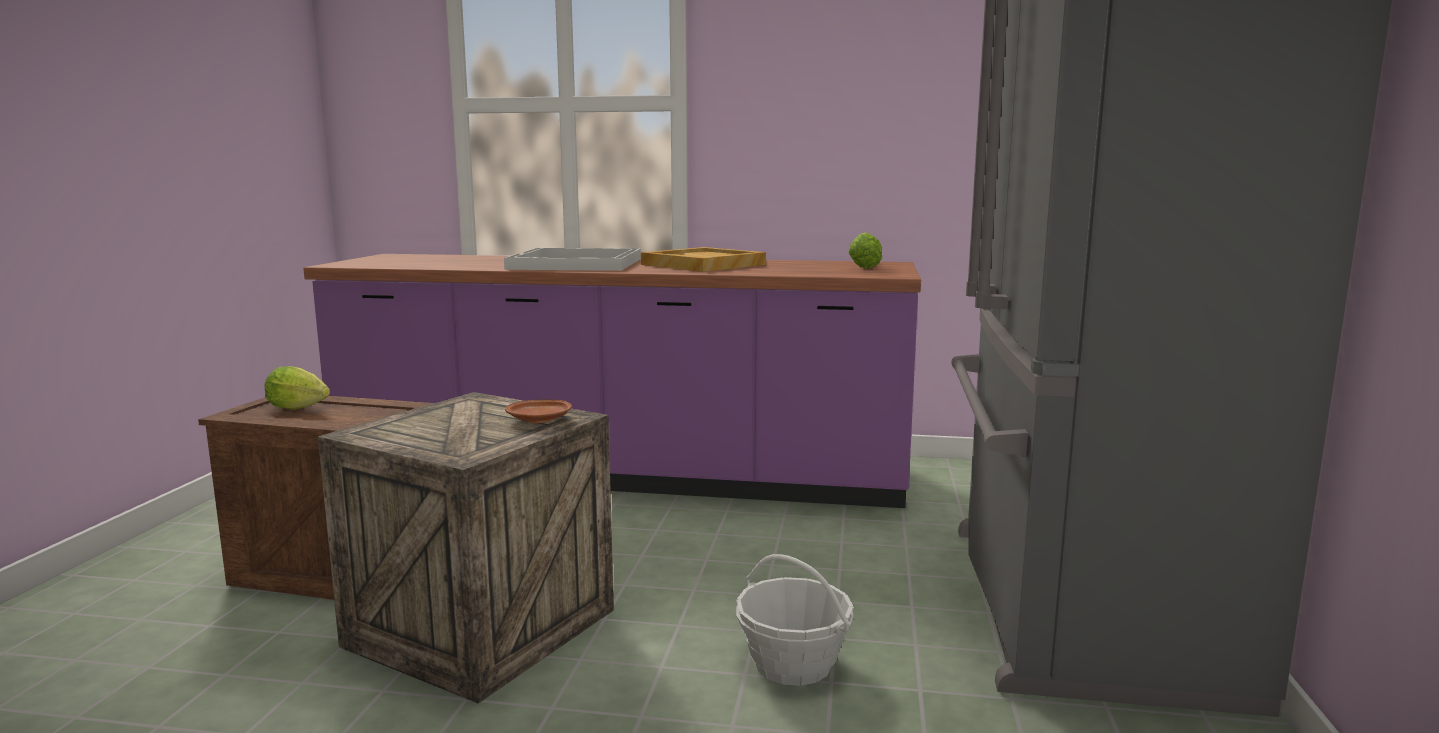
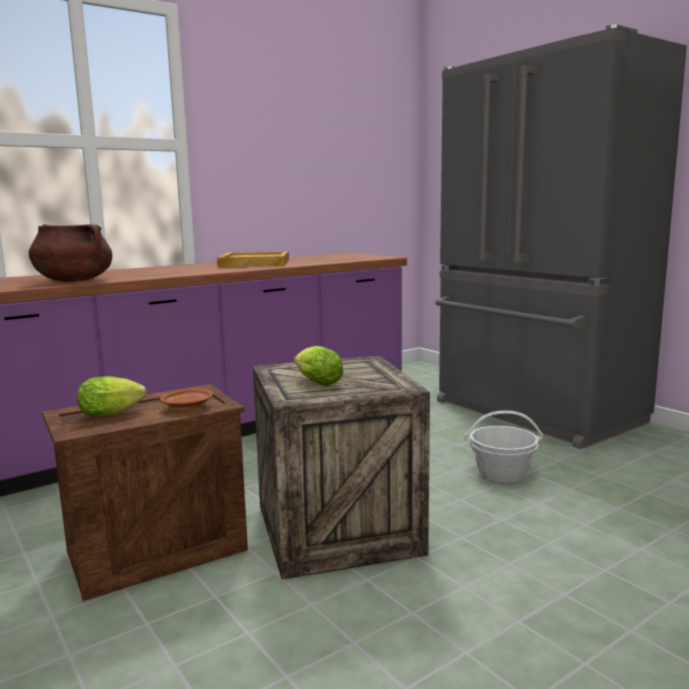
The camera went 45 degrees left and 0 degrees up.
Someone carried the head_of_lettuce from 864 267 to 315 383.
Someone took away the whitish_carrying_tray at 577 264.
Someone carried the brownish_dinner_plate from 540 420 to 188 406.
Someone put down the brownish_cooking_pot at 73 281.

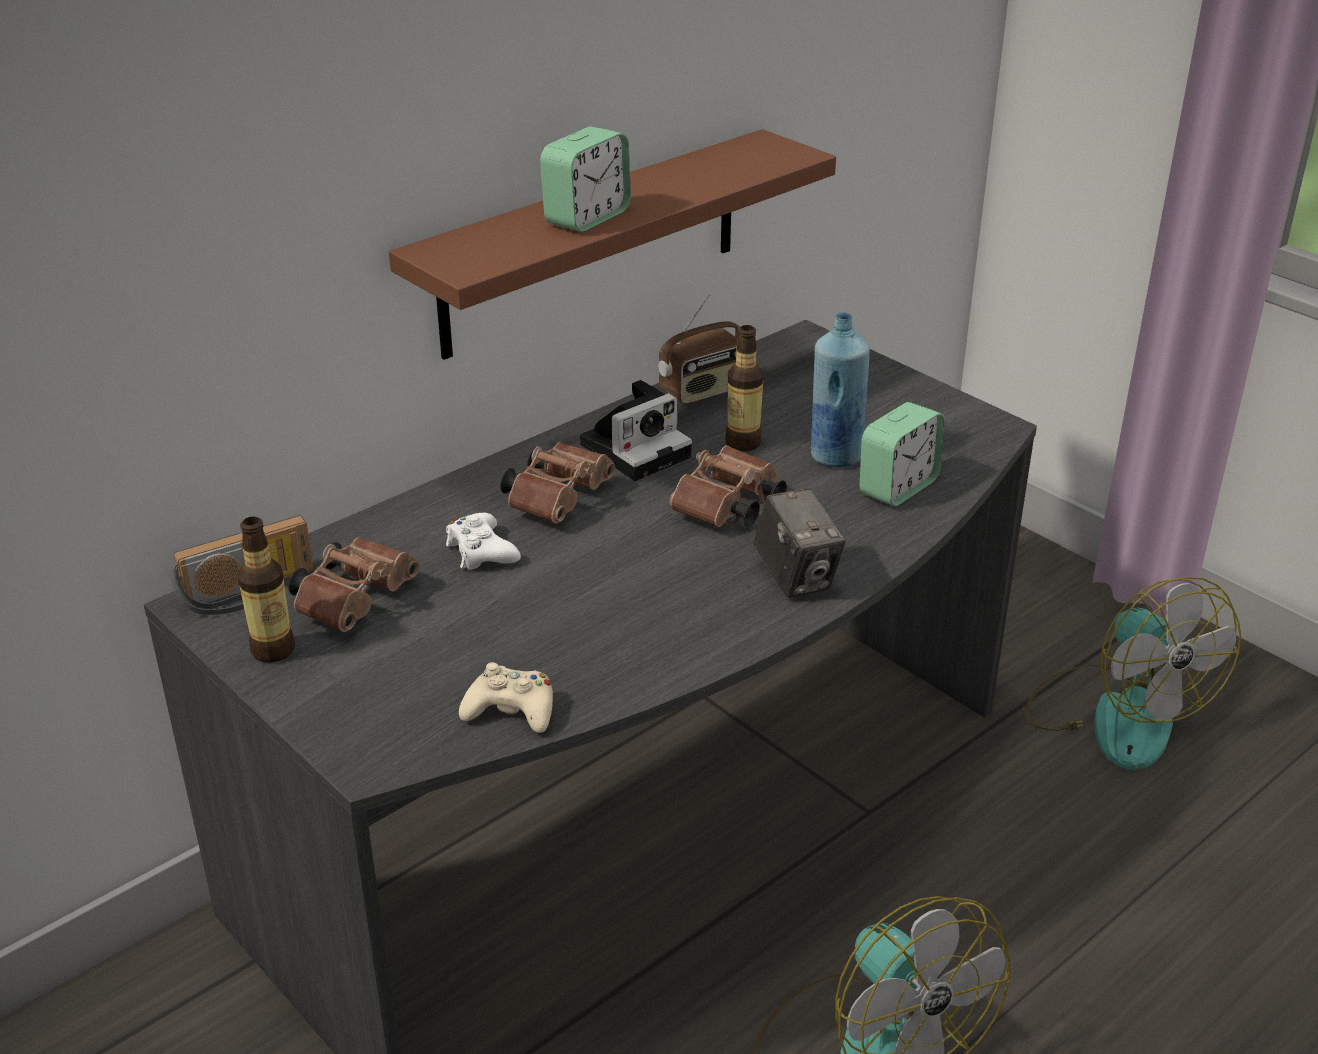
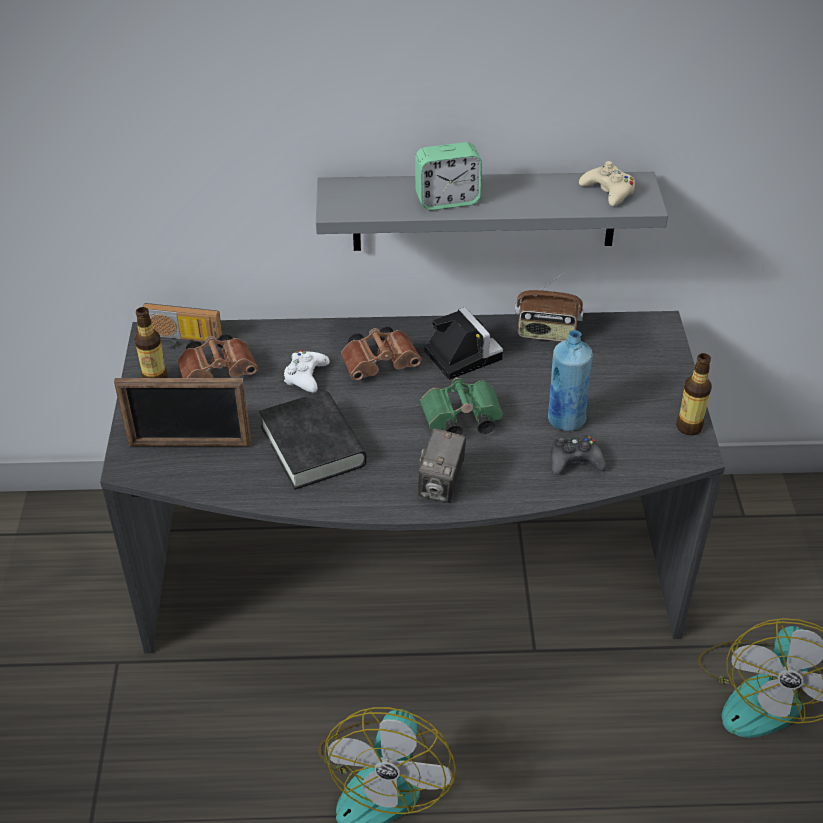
The camera went 40 degrees right and 10 degrees up.
Someone repainted the brownish_bracket_shelf at 592 243, which became the gray_bracket_shelf at 484 211.
Someone carried the beverage_bottle from 743 443 to 689 427.
Someone rotated the still_camera at 637 448 by 120 degrees counterclockwise.
Someone swapped the alarm_clock at 898 487 for the black_gamepad at 575 461.
Someone repainted the brownish_binoculars at 727 509, which became the greenish_binoculars at 459 421.
Someone carried the beige-coloured_gamepad from 511 710 to 608 191.
Someone put down the standing_frame at 189 445.
Someone put down the black_volume at 313 446.

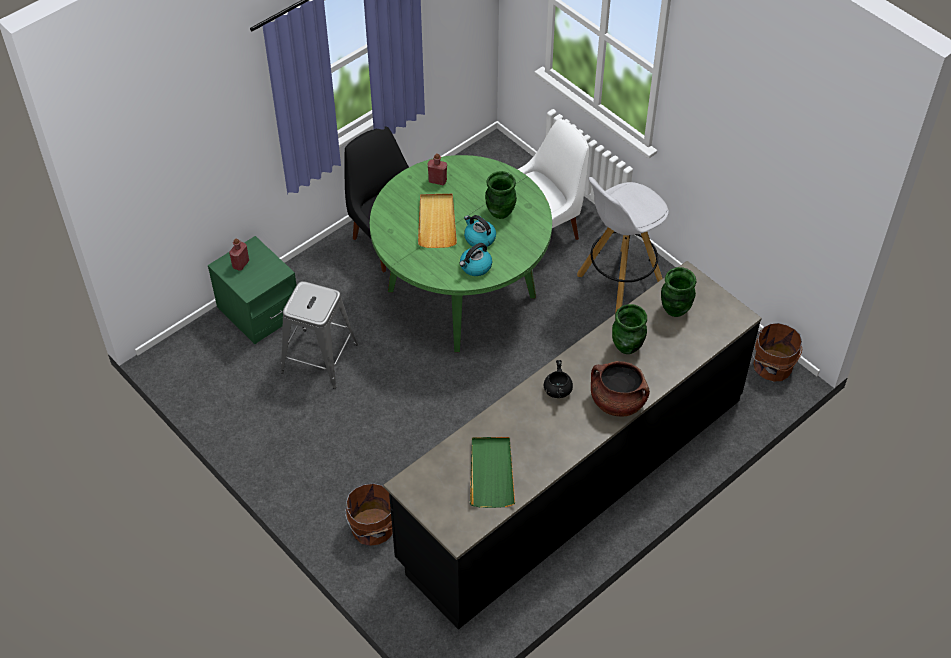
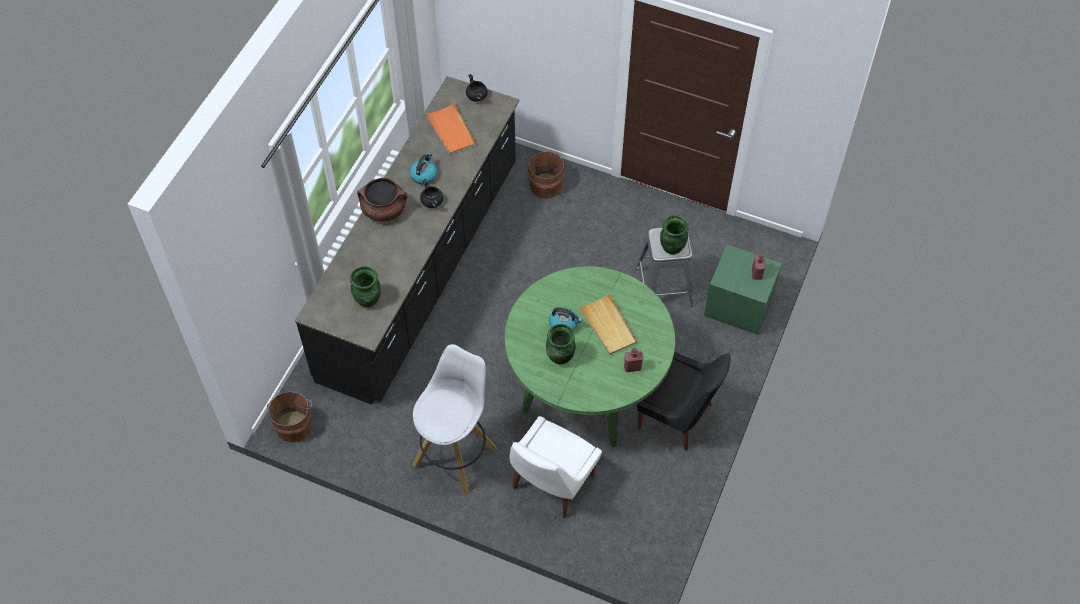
The camera went 155 degrees right and 5 degrees up.
Someone carried the tea_kettle from 475 267 to 423 175.
Someone carried the greenish_flower_vase from 627 346 to 671 248.
Someone repainted the greenish_carrying_tray at 491 473, which became the orange-coloured_carrying_tray at 451 130.
Someone put down the black_cooking_pot at 477 96.

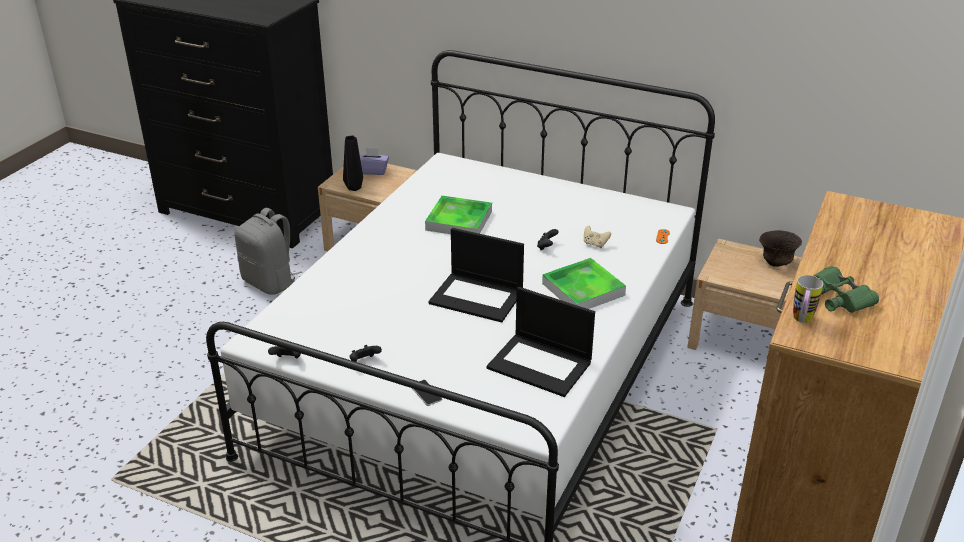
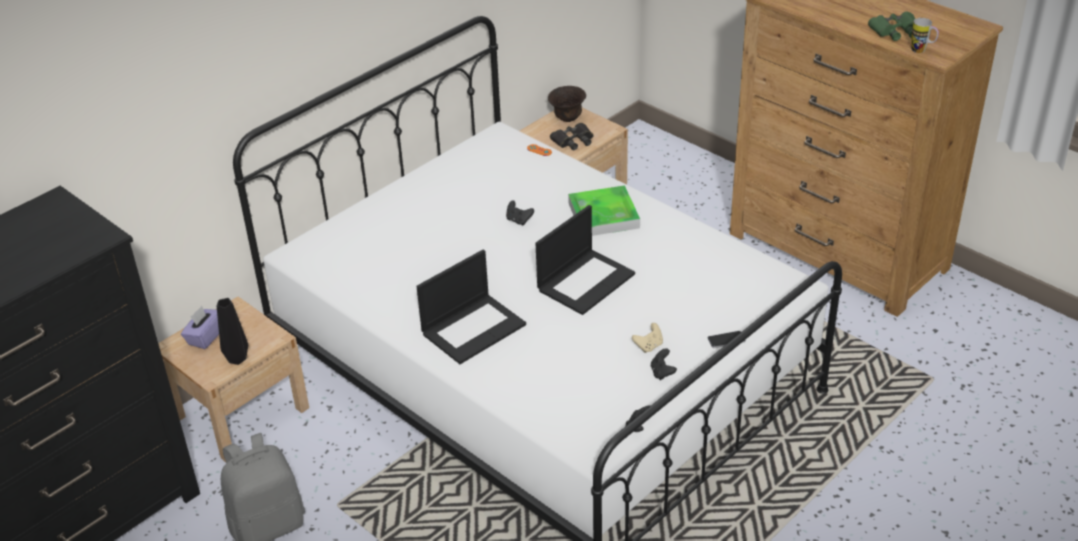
The camera went 70 degrees left and 5 degrees up.
Someone took away the carrying_tray at 459 220.
Someone carried the beige-coloured_gamepad from 595 244 to 648 346.
Someone carried the laptop from 541 365 to 474 328.
Someone put down the black_binoculars at 573 140.

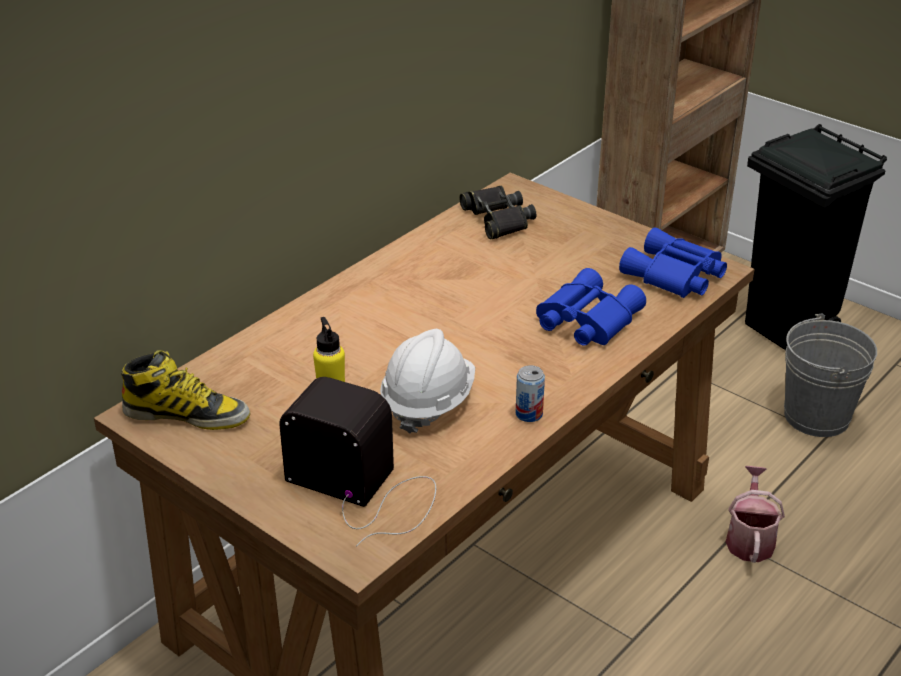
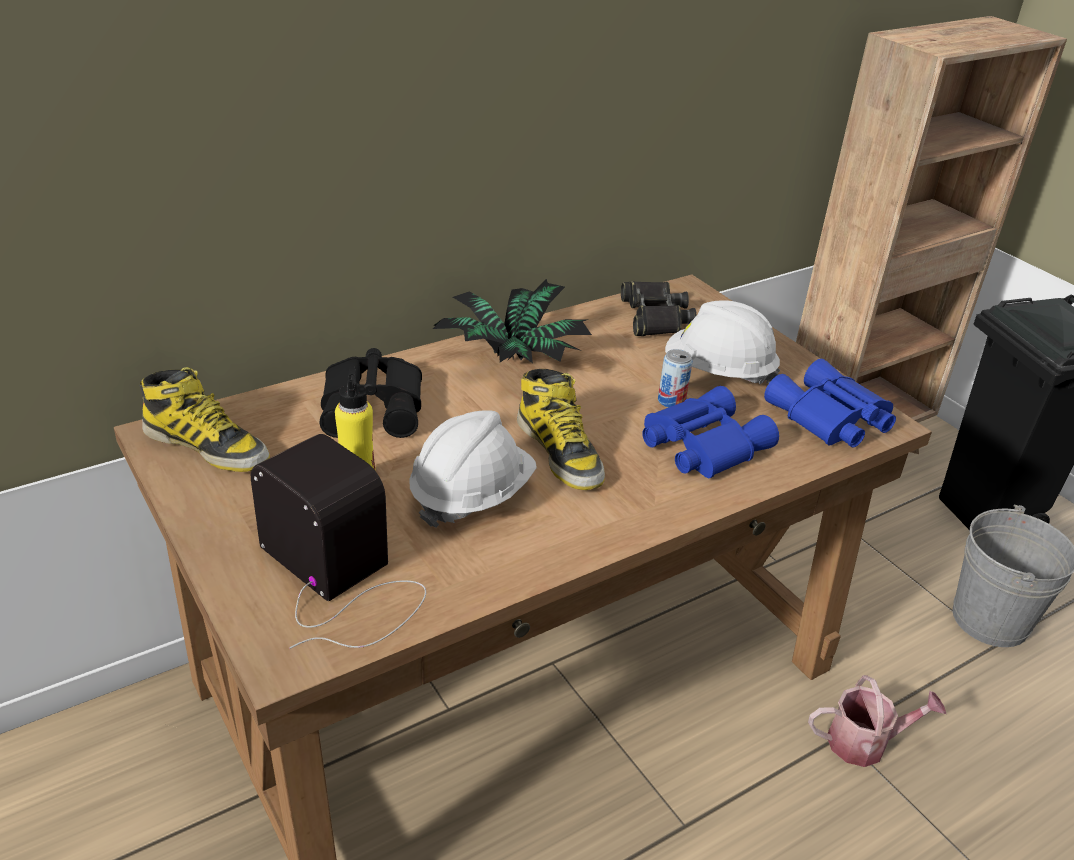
The camera went 15 degrees right and 0 degrees up.
Someone carried the metal_can from 529 414 to 671 401.
Someone rotated the watering_pot at 750 538 by 60 degrees clockwise.
Someone put down the potted_plant at 511 360.
Someone put down the whitish_hard_hat at 718 373.
Someone put down the black_binoculars at 375 406.
Someone put down the tall_boot at 560 452.

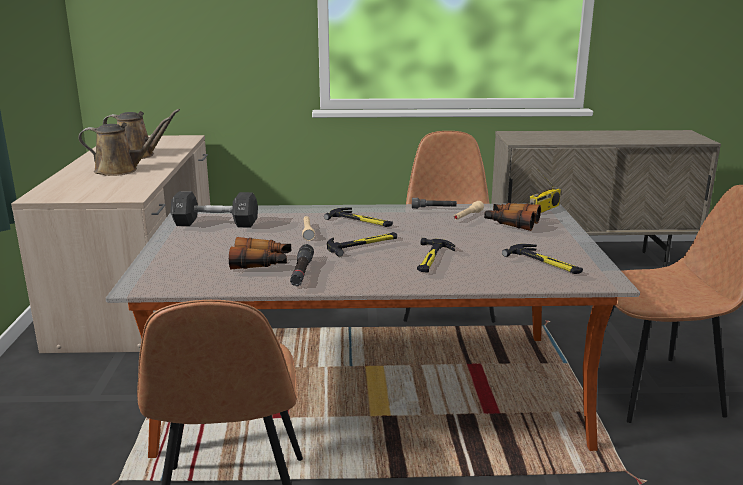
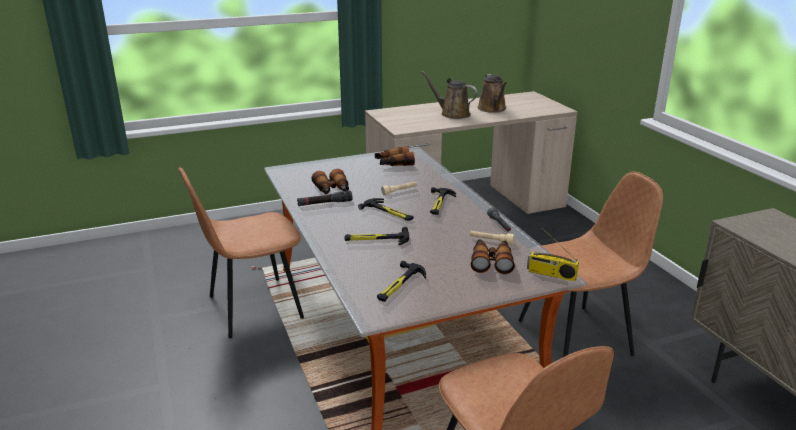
The camera went 70 degrees right and 5 degrees up.
Someone rotated the brownish_watering_pot at 121 170 by 150 degrees clockwise.
Someone swapped the black_hand_weight at 215 223 for the binoculars at 393 163.

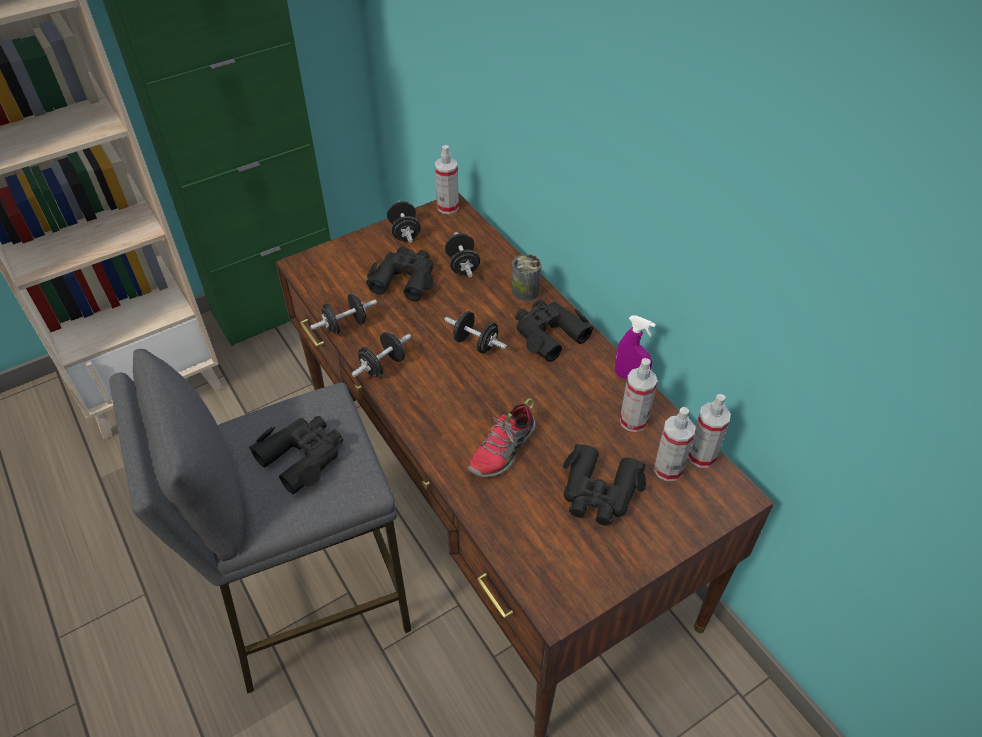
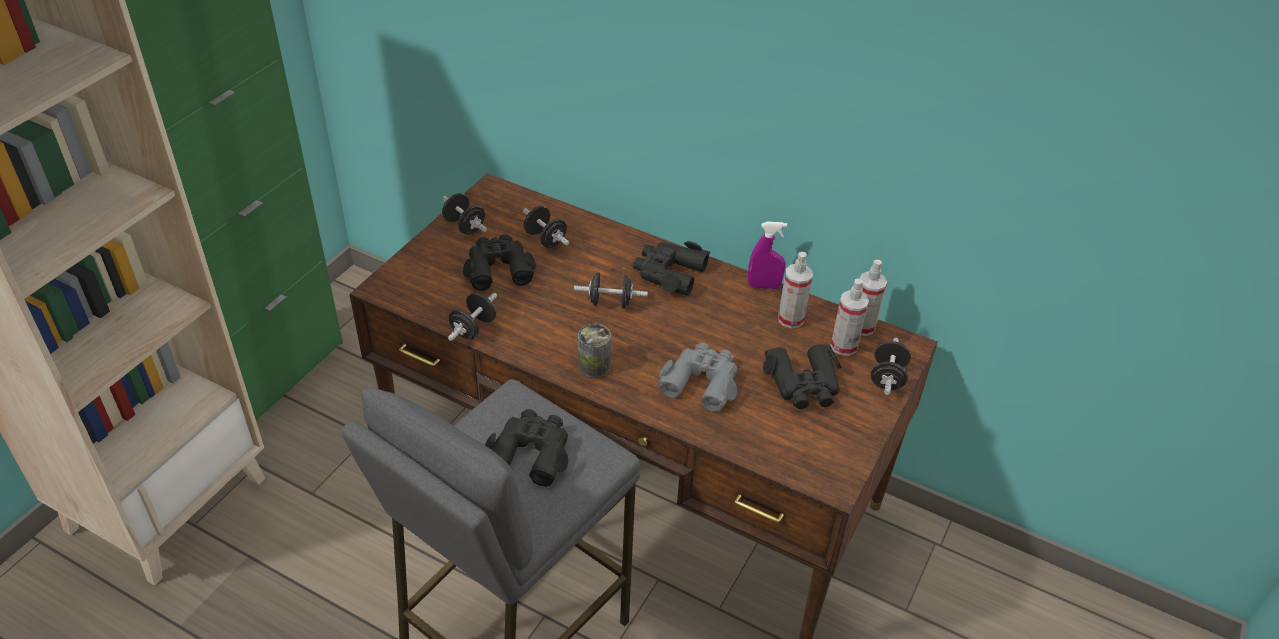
The camera went 30 degrees left and 5 degrees down.
Someone took away the spray_bottle at 448 207.
Someone carried the metal_can from 525 291 to 594 366.
Someone carried the black_hand_weight from 383 366 to 887 378.
Someone swapped the shoe at 503 450 for the gray_binoculars at 701 381.

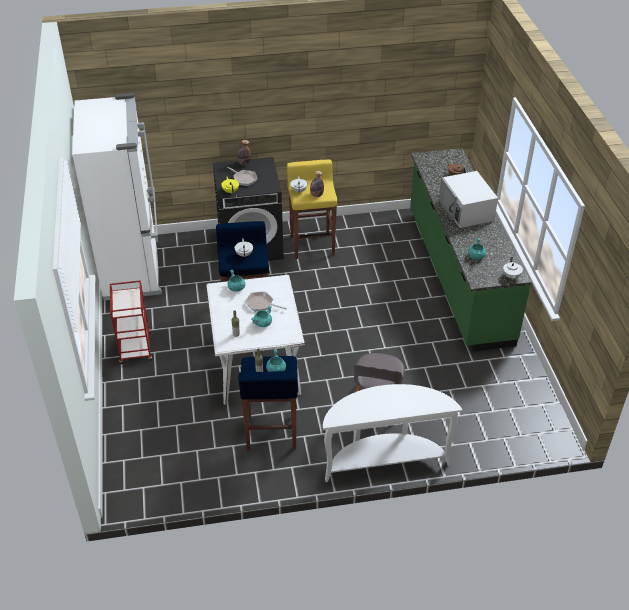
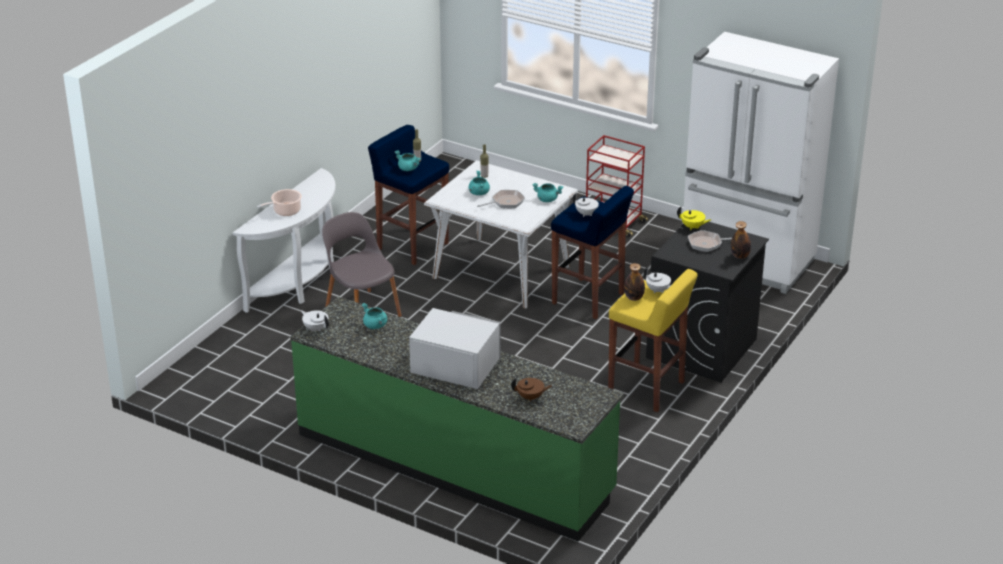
The camera went 130 degrees right and 10 degrees down.
Someone put down the cooking_pot at 285 211.

